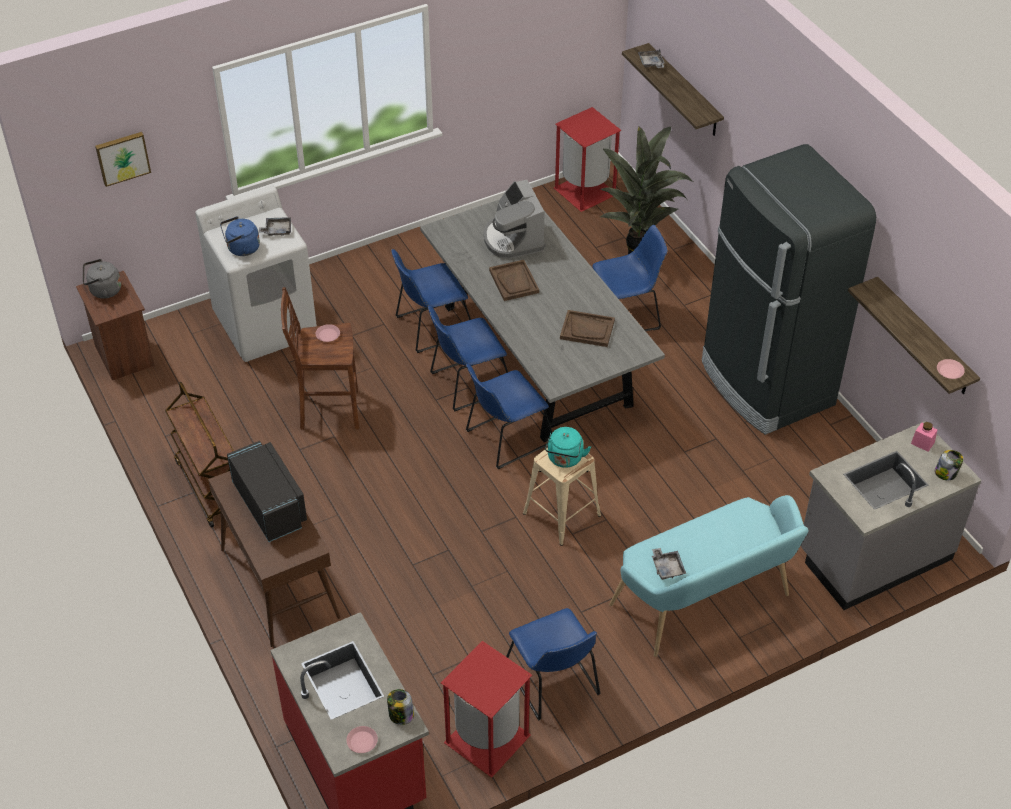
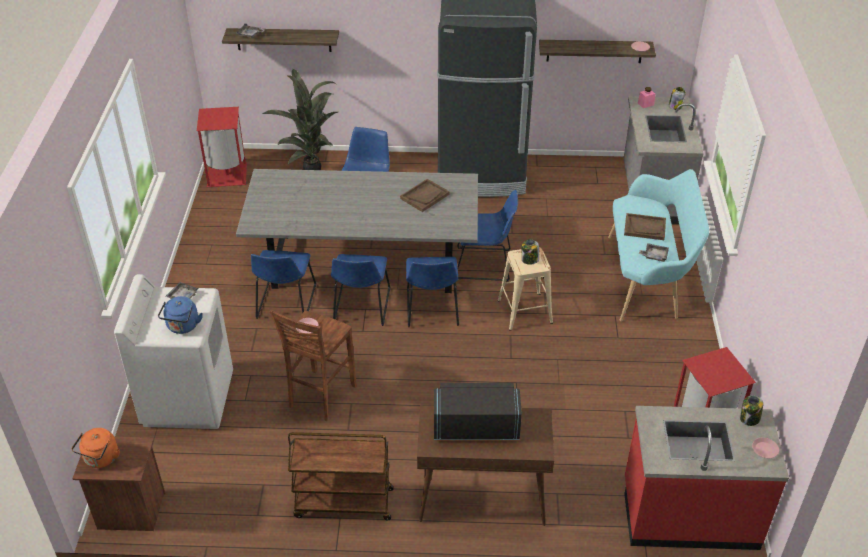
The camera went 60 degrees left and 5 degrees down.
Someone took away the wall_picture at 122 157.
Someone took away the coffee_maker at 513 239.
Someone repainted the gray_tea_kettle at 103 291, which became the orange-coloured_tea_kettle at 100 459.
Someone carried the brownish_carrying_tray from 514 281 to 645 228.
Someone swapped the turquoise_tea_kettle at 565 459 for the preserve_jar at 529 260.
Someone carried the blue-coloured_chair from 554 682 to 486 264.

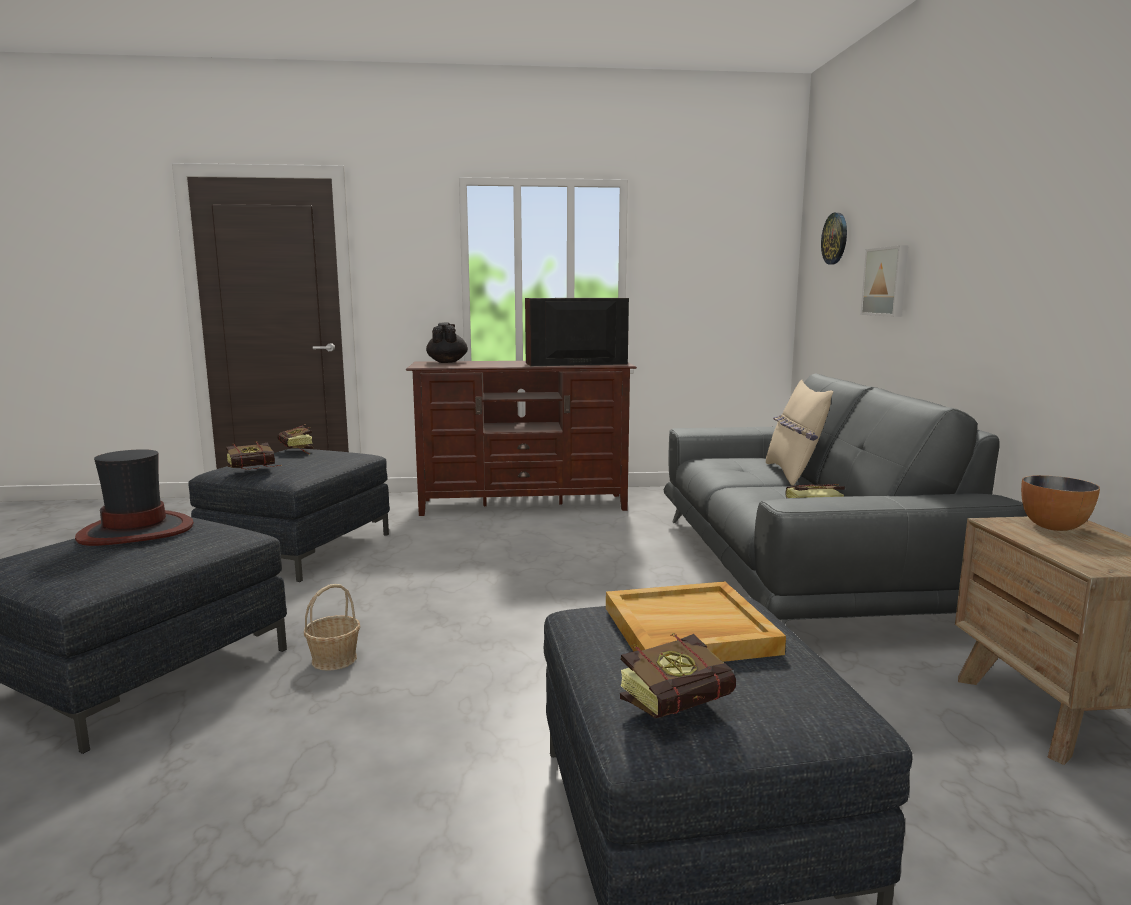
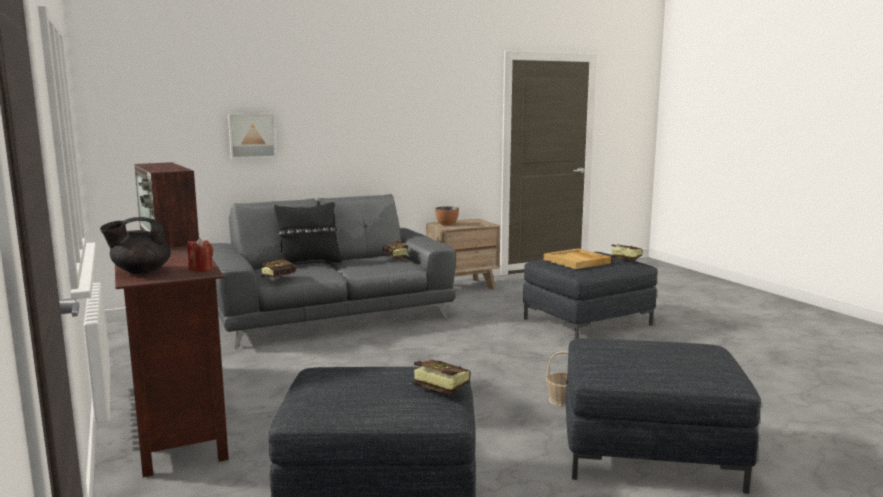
The camera went 110 degrees left and 0 degrees up.
Someone took away the clock_on_the_wall at 835 238.
Someone repainted the beige-coloured_pillow at 793 474, which became the black_pillow at 309 262.
Someone carried the volume from 297 451 to 281 277.
Someone took away the wearable_hat at 137 531.
Someone put down the red_candle at 201 269.

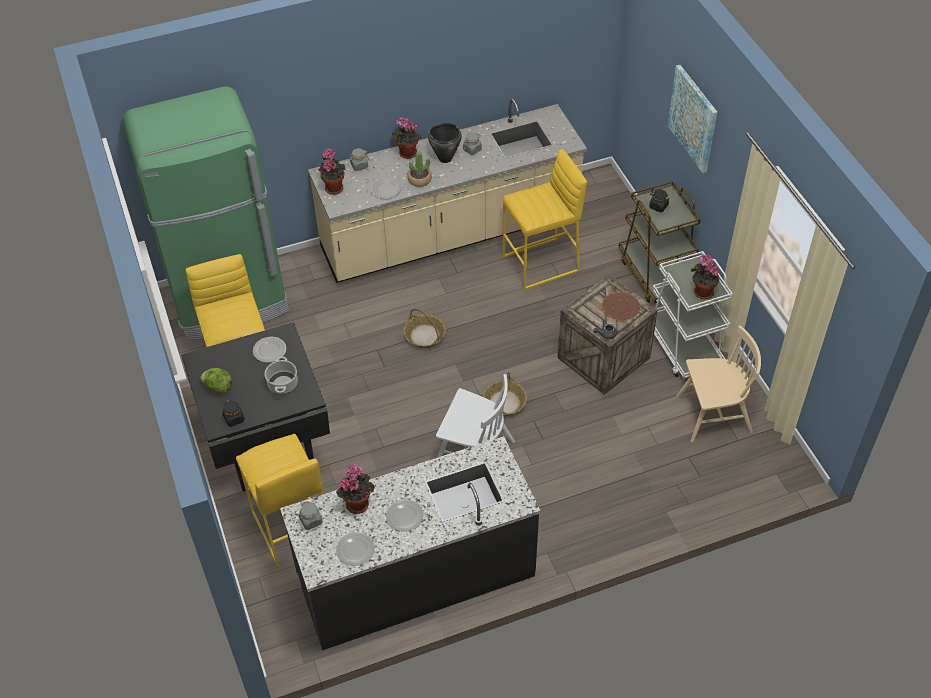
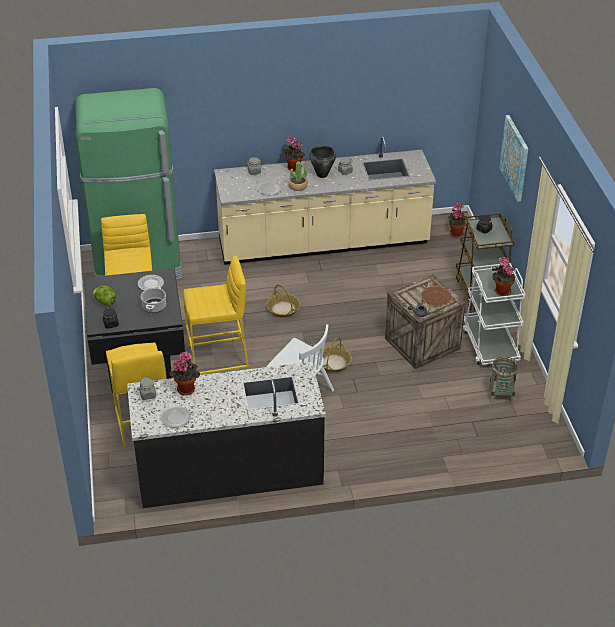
The camera went 10 degrees right and 10 degrees down.
Someone carried the potted_plant from 333 187 to 456 233.
Someone carried the yellowish_sitting_stool from 541 264 to 218 356.
Someone swapped the beige-coloured_chair at 713 415 for the basket at 501 395.
Someone took away the dinner_plate at 404 517.

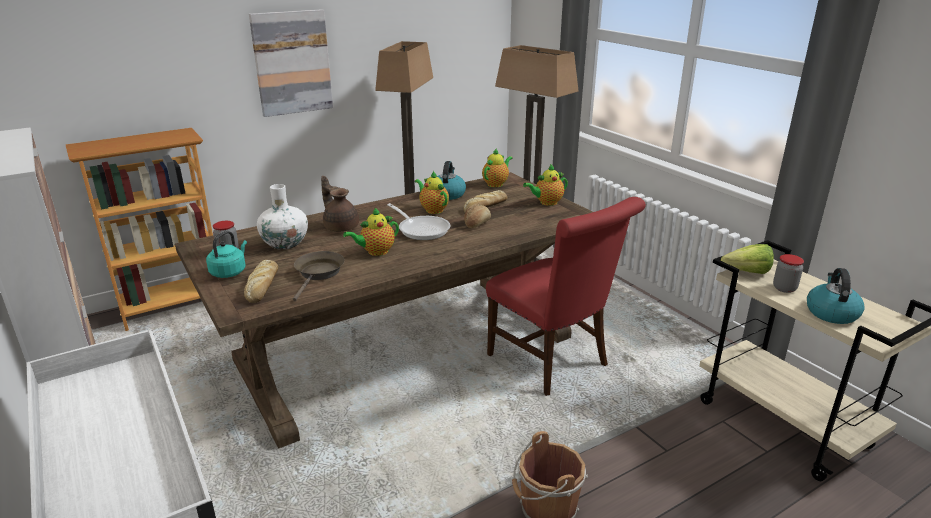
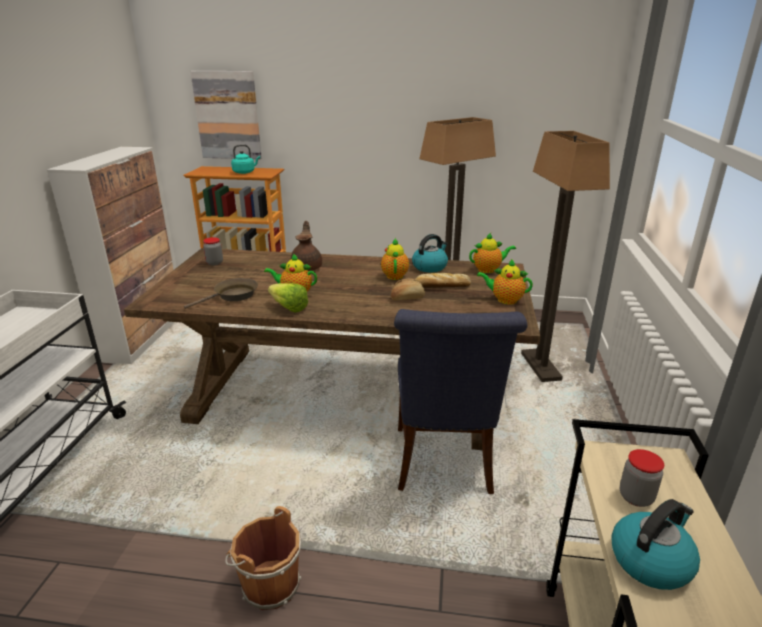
The camera went 40 degrees right and 0 degrees up.
Someone carried the wall_picture from 292 63 to 228 115.
Someone took away the whitish_flower_vase at 285 243.
Someone repainted the red_chair at 553 363, which became the blue-coloured_chair at 444 465.
Someone took away the frying_pan at 421 229.
Someone carried the turquoise_tea_kettle from 229 272 to 245 172.
Someone carried the head_of_lettuce from 742 272 to 287 307.
Someone took away the baked_bread at 262 286.

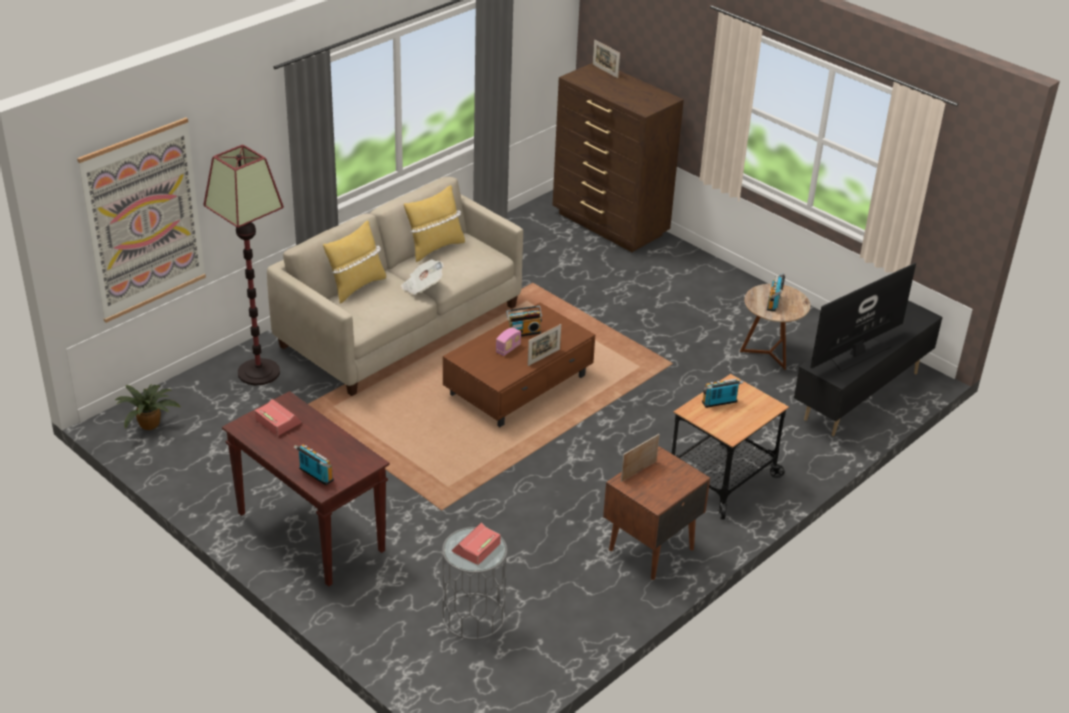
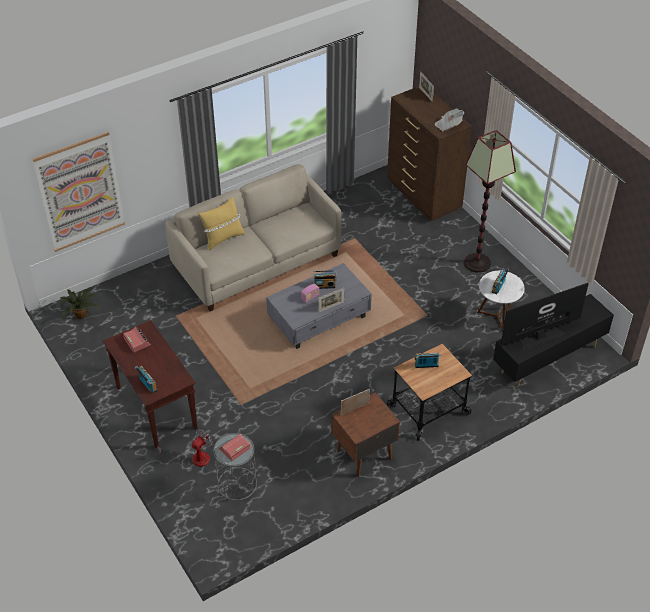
The camera went 15 degrees right and 10 degrees up.
Someone carried the standard_lamp from 259 372 to 477 263.
Someone took away the yellowish_pillow at 434 248.
Someone carried the daily_paper from 422 286 to 448 125.
Someone repainted the brownish_end_table at 769 354, which became the whitish_end_table at 496 317.
Someone repainted the brownish_low_table at 519 385, which became the gray_low_table at 320 318.
Someone put down the electric_fan at 194 459.

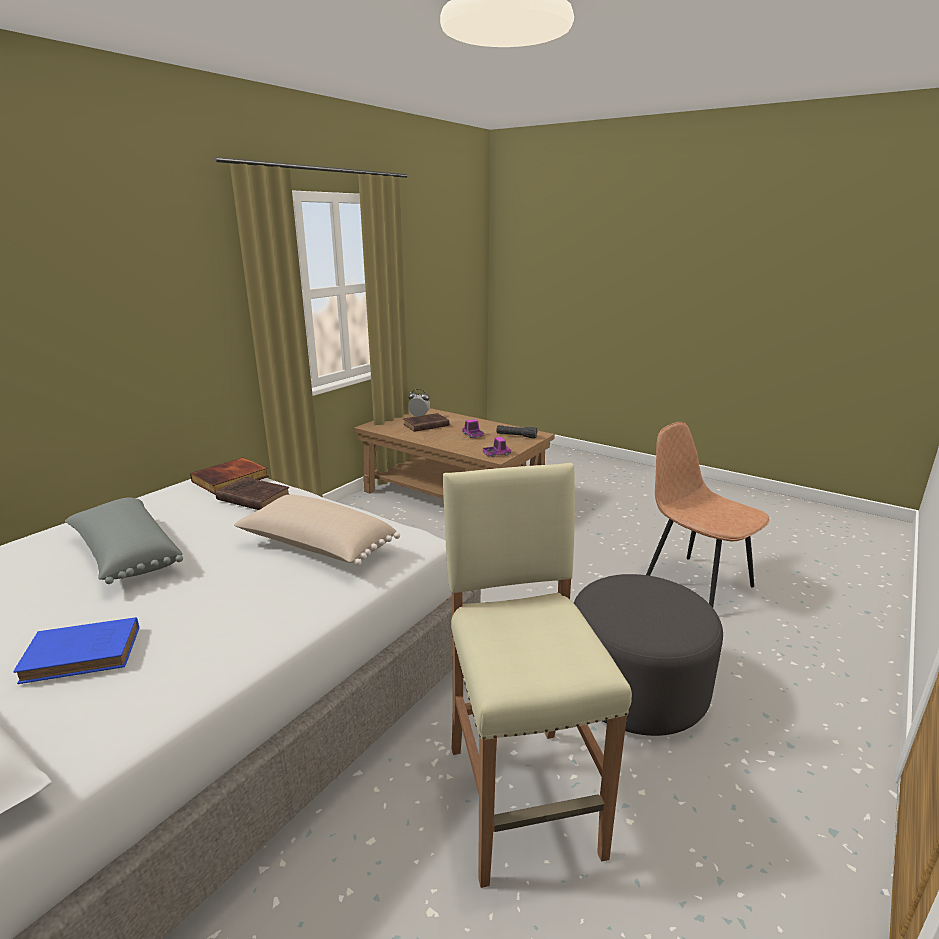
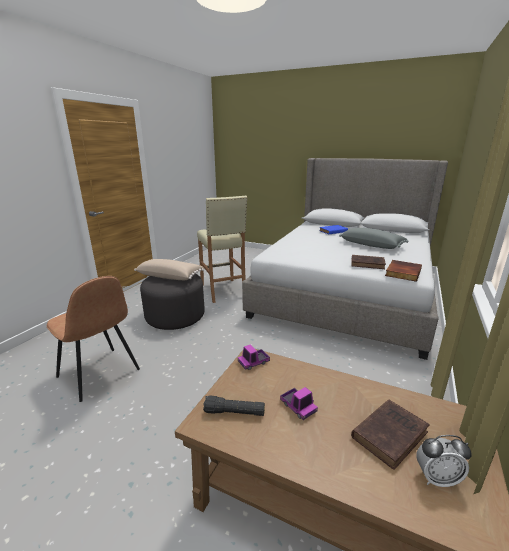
The camera went 170 degrees right and 0 degrees up.
Someone carried the beige-coloured_pillow from 317 547 to 170 276.

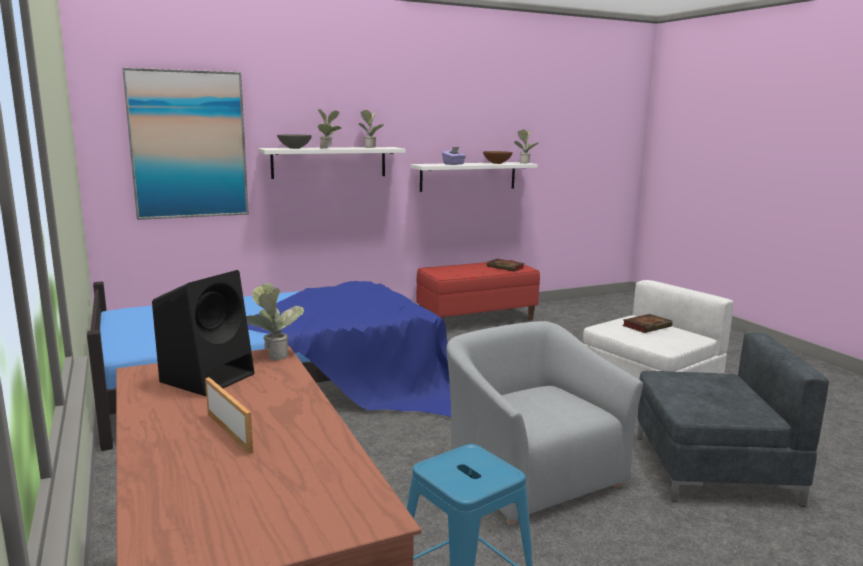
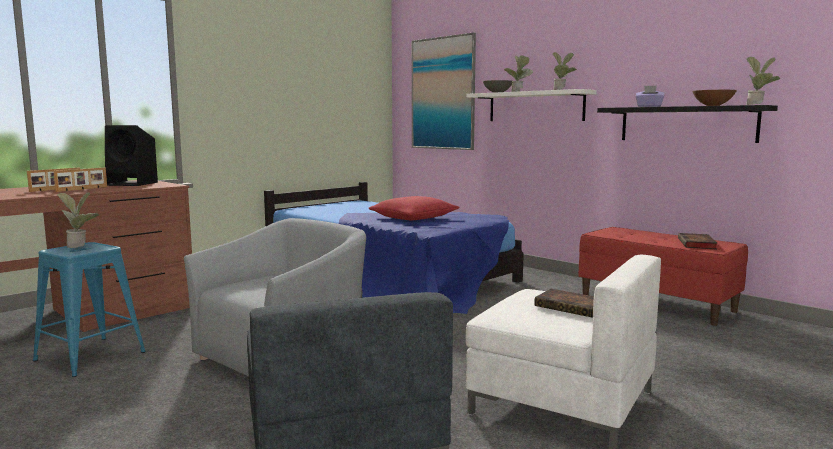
The camera went 70 degrees right and 5 degrees down.
Someone repainted the whitish_bracket_shelf at 468 176, which became the black_bracket_shelf at 686 124.
Someone carried the potted_plant from 274 355 to 80 245.
Someone put down the standing_frame at 82 189.
Someone put down the red_pillow at 413 218.

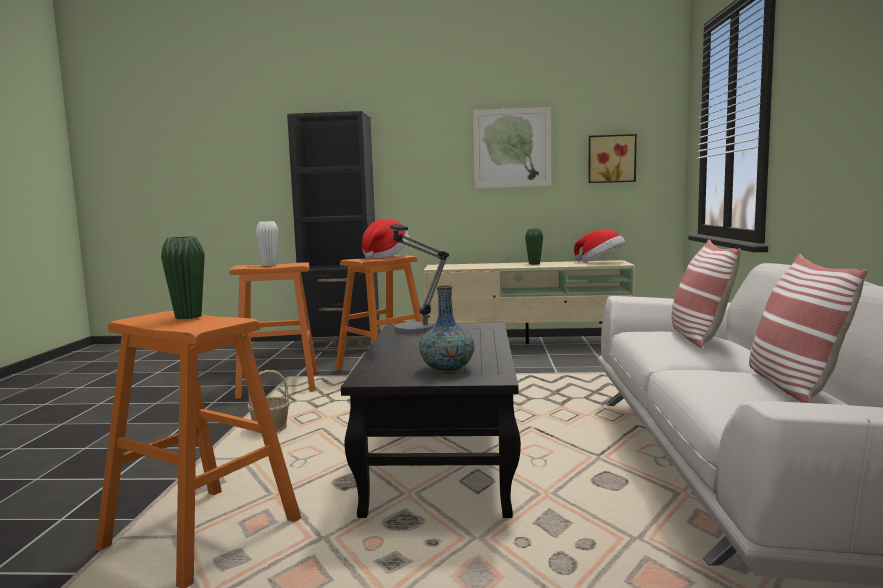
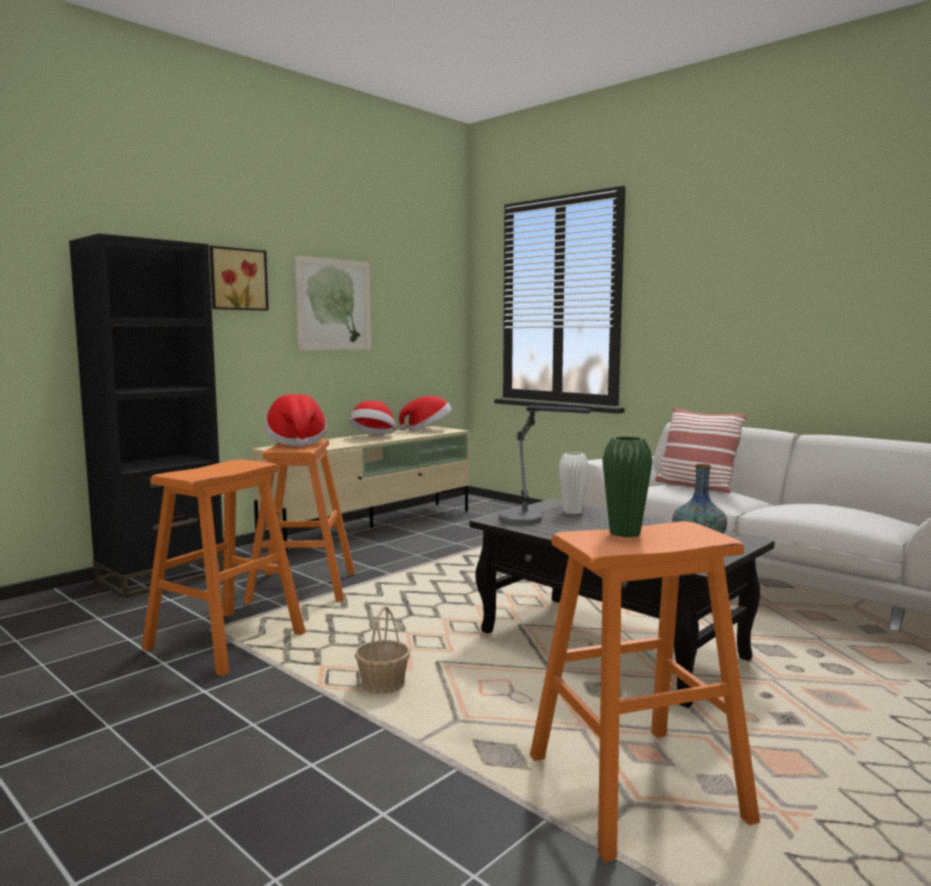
The camera went 50 degrees left and 0 degrees up.
Someone carried the wall_picture from 611 159 to 237 279.
Someone carried the whitish_flower_vase from 269 265 to 572 512.
Someone swapped the greenish_flower_vase at 534 264 for the wearable_hat at 374 437.
Someone took away the pillow at 792 385.

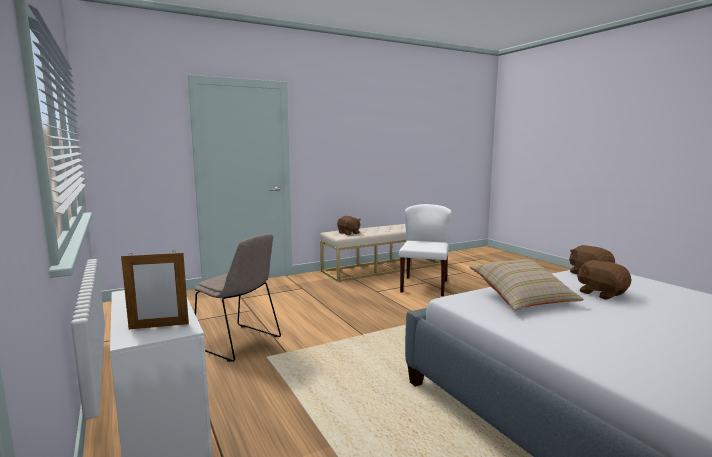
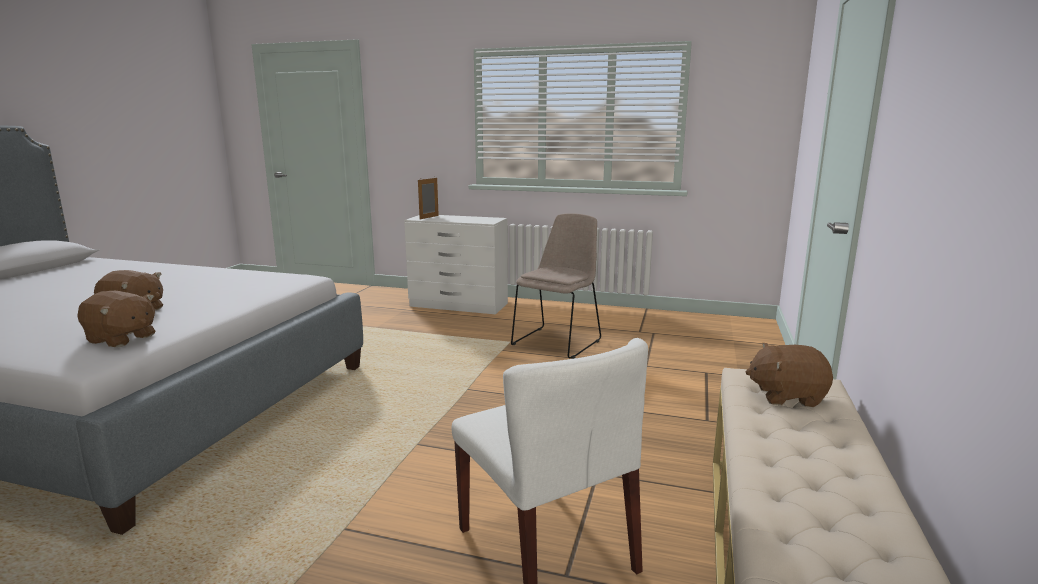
The camera went 135 degrees right and 5 degrees up.
Someone rotated the beige-coloured_chair at 239 343 by 135 degrees clockwise.
Someone took away the beige-coloured_pillow at 522 299.

